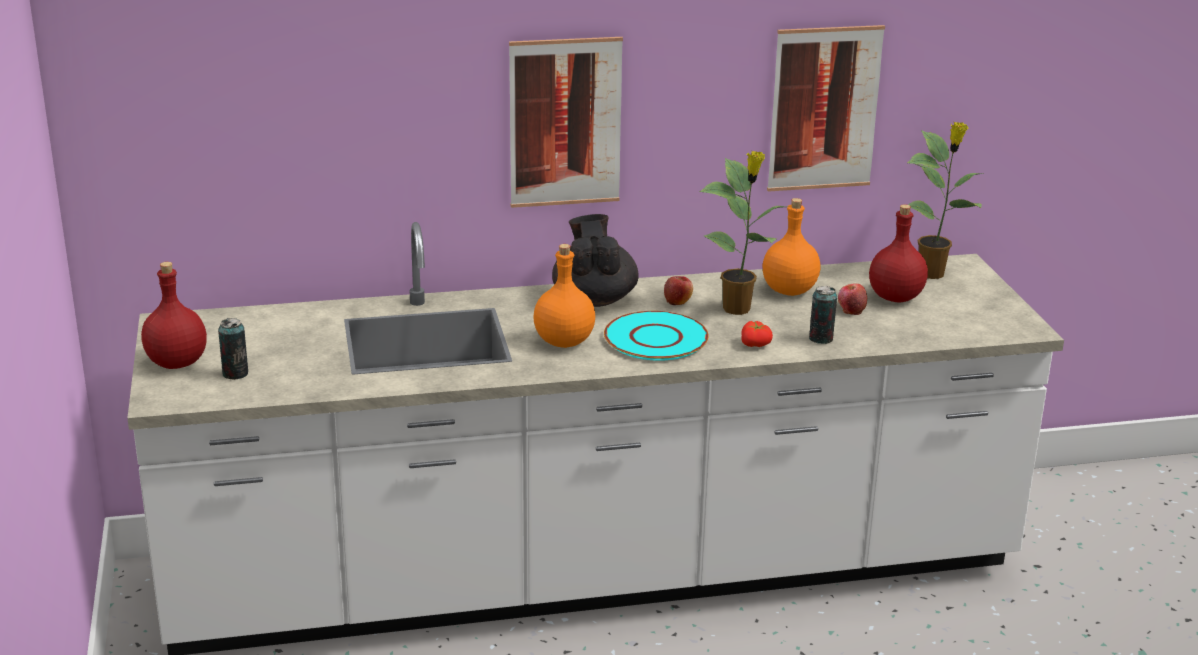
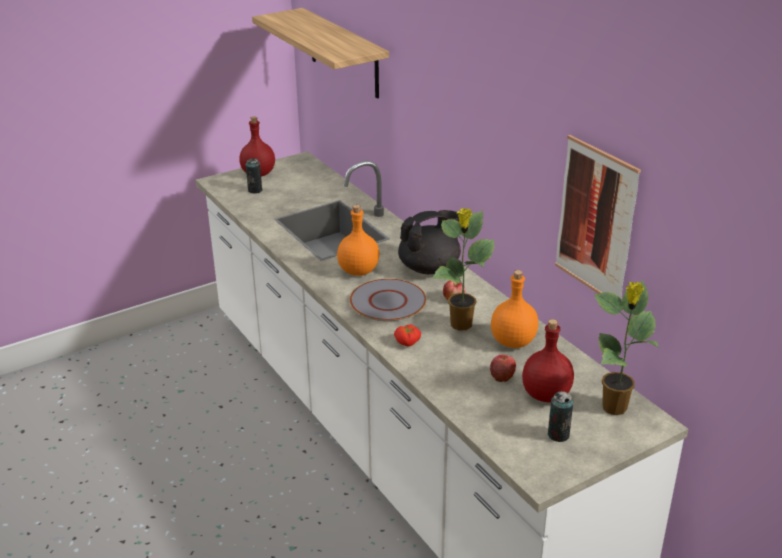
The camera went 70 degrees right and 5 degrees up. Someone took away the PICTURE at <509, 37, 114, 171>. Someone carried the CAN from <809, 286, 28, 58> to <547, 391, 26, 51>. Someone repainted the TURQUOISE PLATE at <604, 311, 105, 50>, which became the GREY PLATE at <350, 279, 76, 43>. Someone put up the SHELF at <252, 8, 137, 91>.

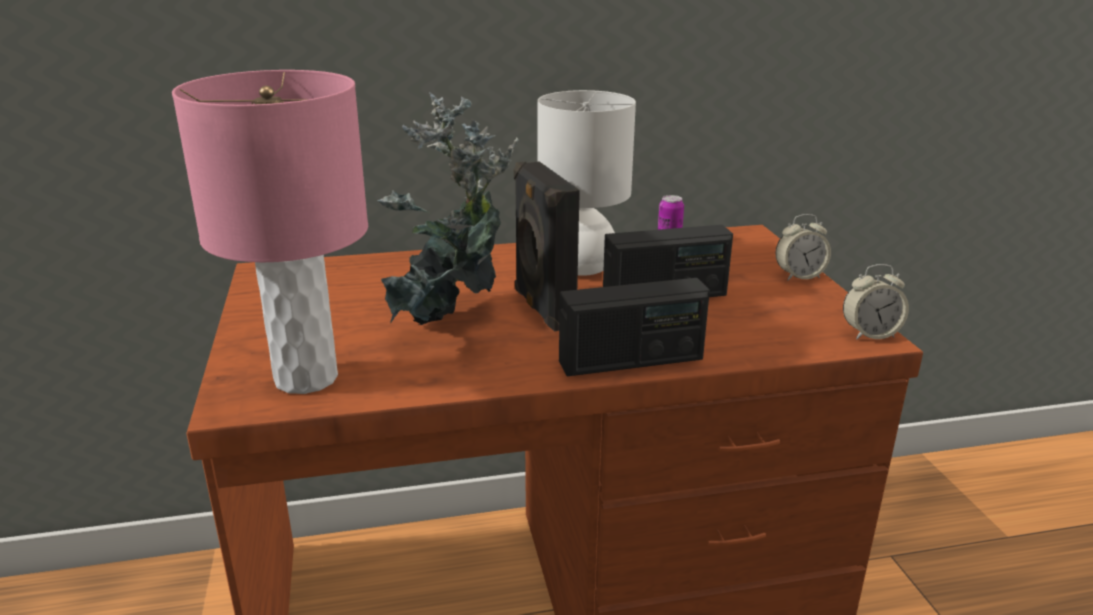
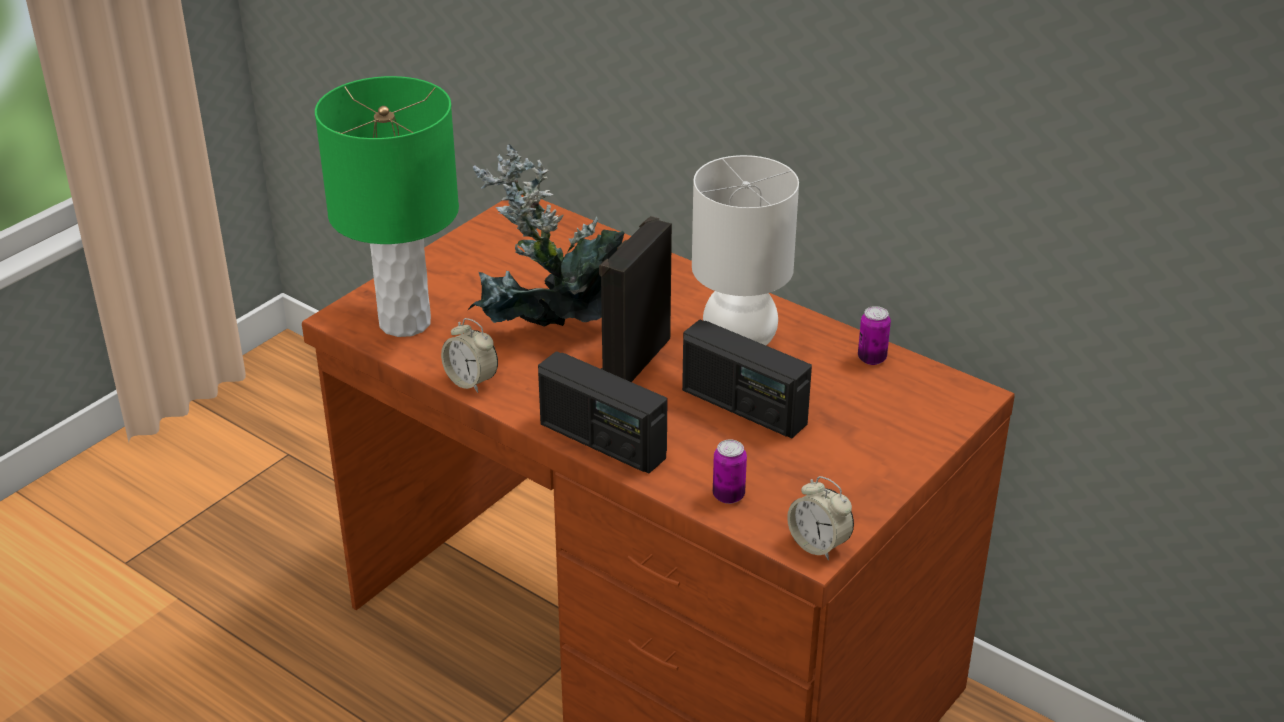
The camera went 50 degrees right and 10 degrees up. Someone repainted the PINK TABLE LAMP at <172, 70, 196, 324>, which became the GREEN TABLE LAMP at <315, 76, 144, 261>. Someone carried the ALARM CLOCK from <775, 214, 56, 66> to <441, 318, 57, 75>. Someone put down the CAN at <713, 440, 34, 64>.

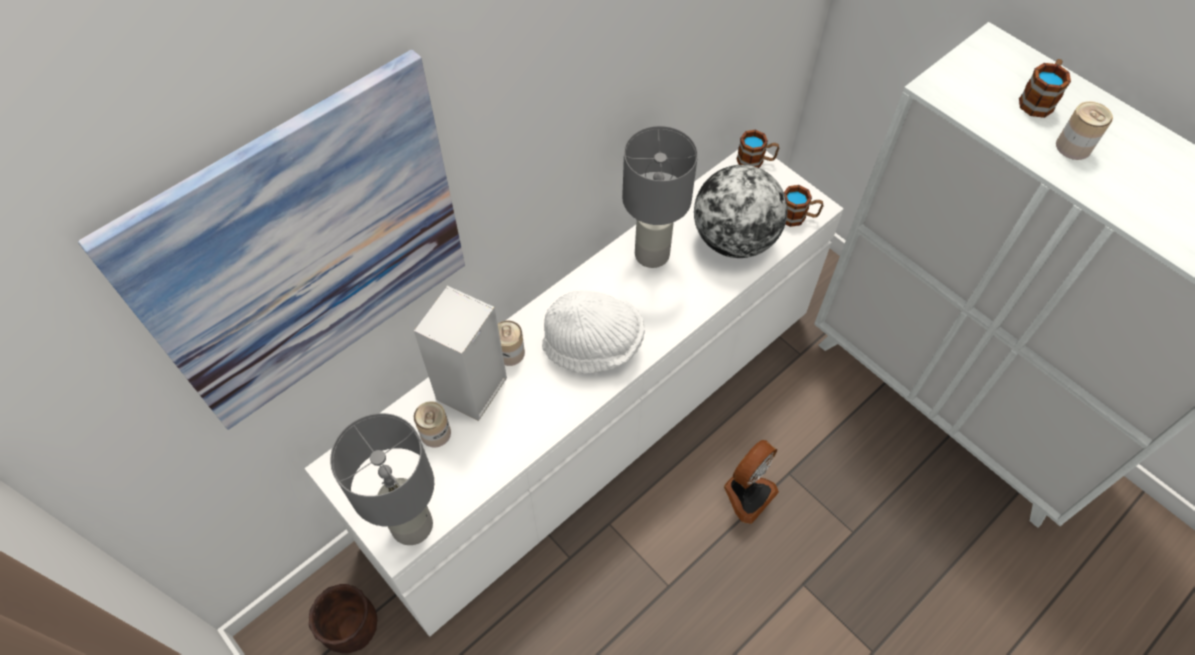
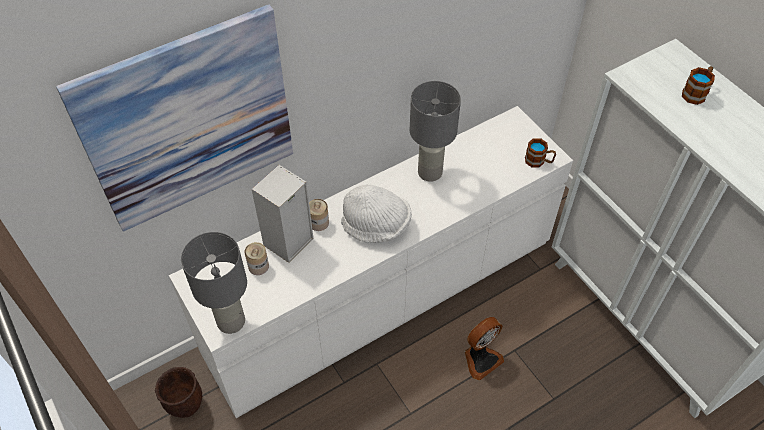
The camera went 10 degrees right and 5 degrees down. Someone took away the CAN at <1056, 101, 57, 59>. Someone took away the MUG at <736, 130, 43, 38>. Someone took away the GLOBE at <694, 165, 94, 93>.

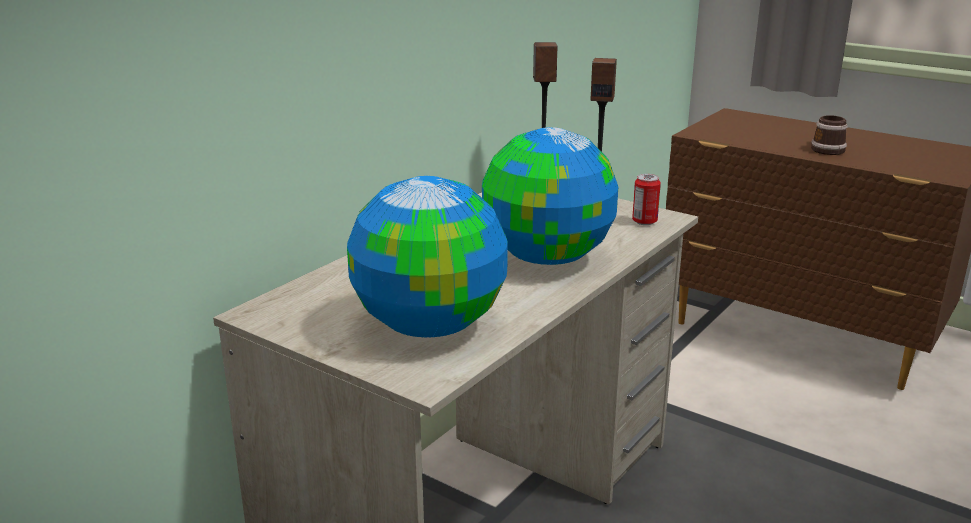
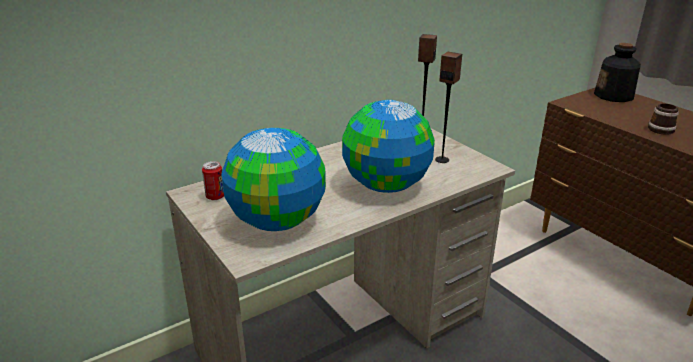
The camera went 20 degrees right and 5 degrees up. Someone carried the CAN from <632, 174, 29, 51> to <202, 161, 22, 39>. Someone put down the BOTTLE at <594, 43, 47, 59>.

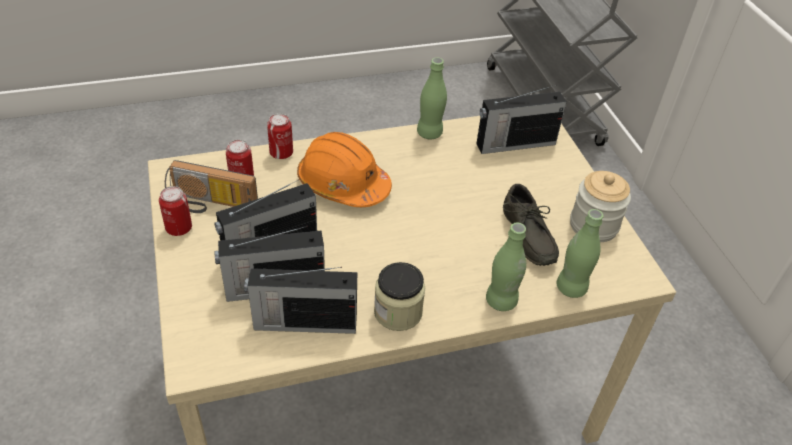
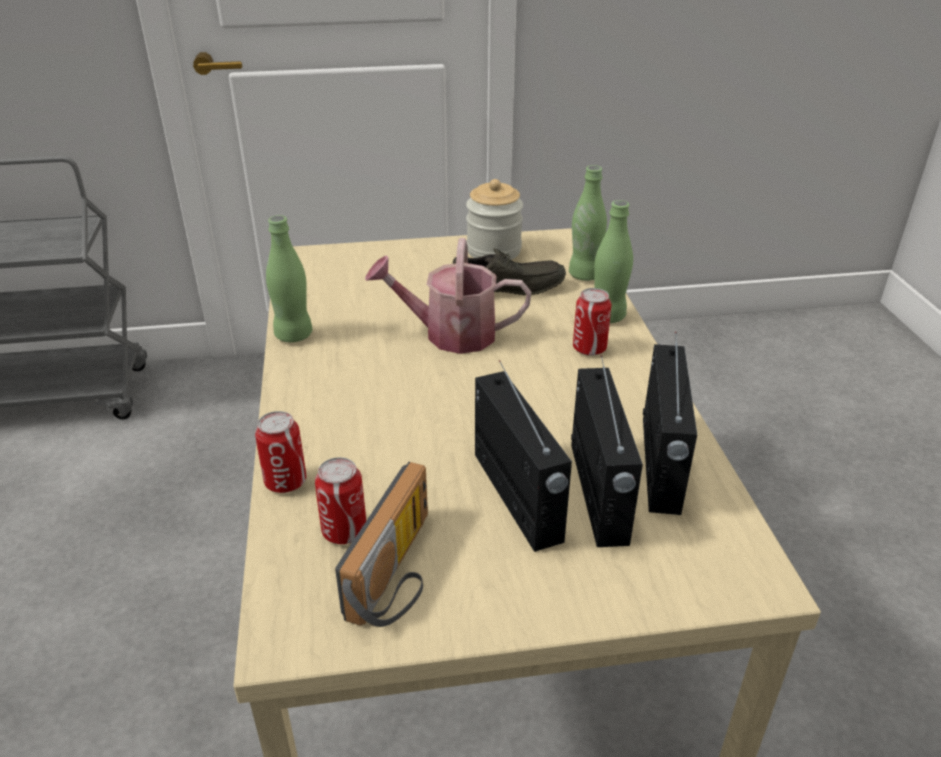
The camera went 80 degrees left and 10 degrees down. Someone took away the RADIO at <476, 85, 91, 69>. Someone took away the ORANGE HARD HAT at <297, 132, 95, 75>. Someone carried the CAN from <159, 186, 33, 50> to <573, 288, 38, 68>. Someone took away the JAR at <374, 262, 51, 69>. Someone put down the WATERING CAN at <365, 238, 166, 116>.

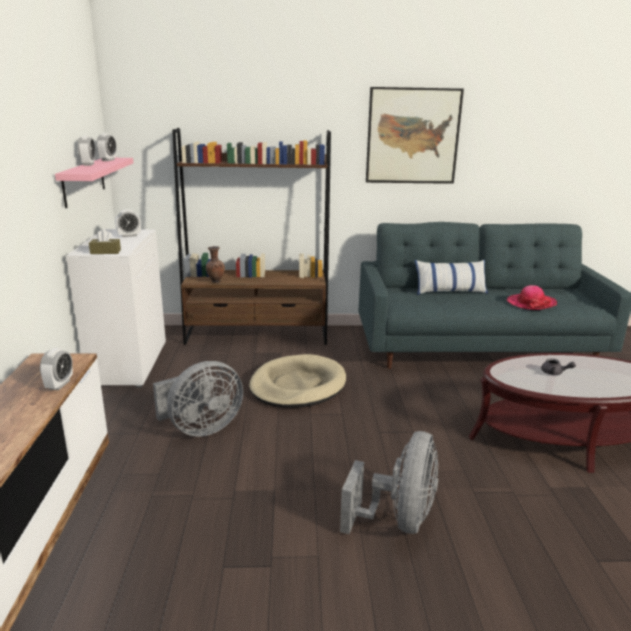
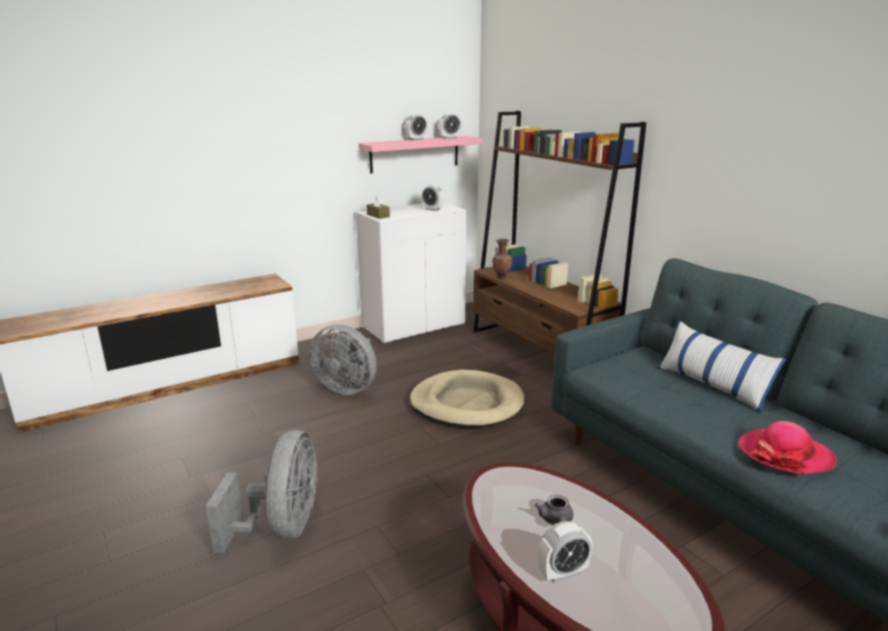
The camera went 60 degrees right and 0 degrees up. Someone took away the PICTURE at <366, 87, 98, 97>. Someone carried the ALARM CLOCK from <40, 348, 33, 42> to <538, 521, 55, 62>. Someone rotated the GREY FAN at <340, 431, 98, 103> by 75 degrees counterclockwise.

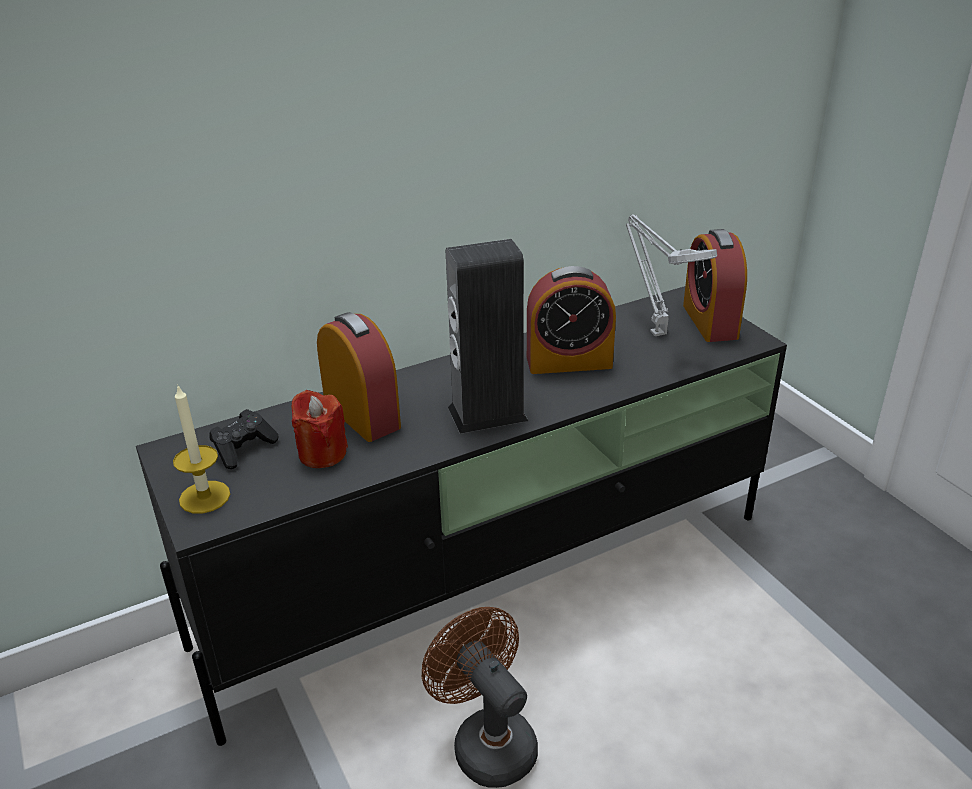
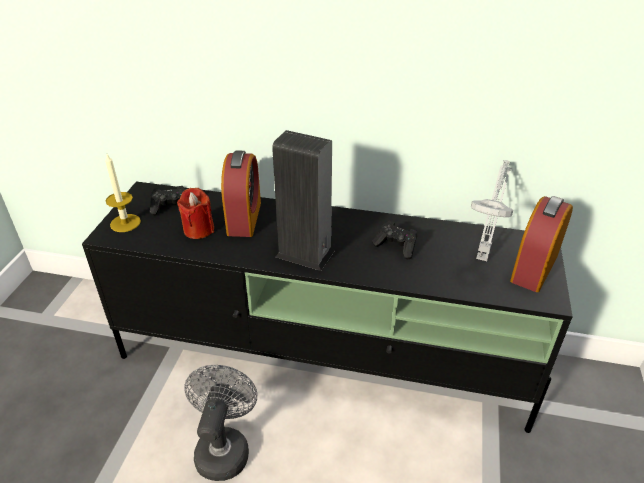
The camera went 40 degrees right and 5 degrees up. Someone swapped the ALARM CLOCK at <527, 266, 89, 108> for the BLACK GAME CONTROLLER at <372, 221, 45, 38>. Someone repainted the BROWN FAN at <422, 607, 116, 181>, which became the GREY FAN at <184, 365, 73, 116>.

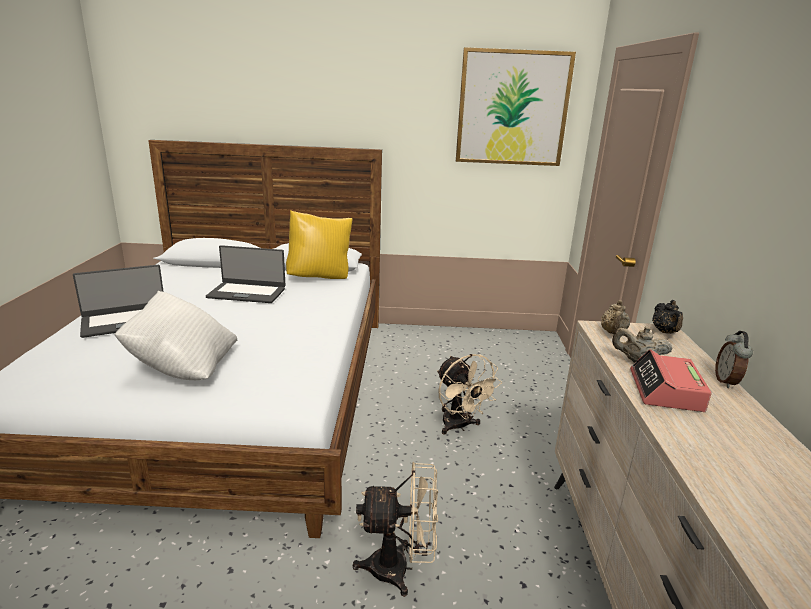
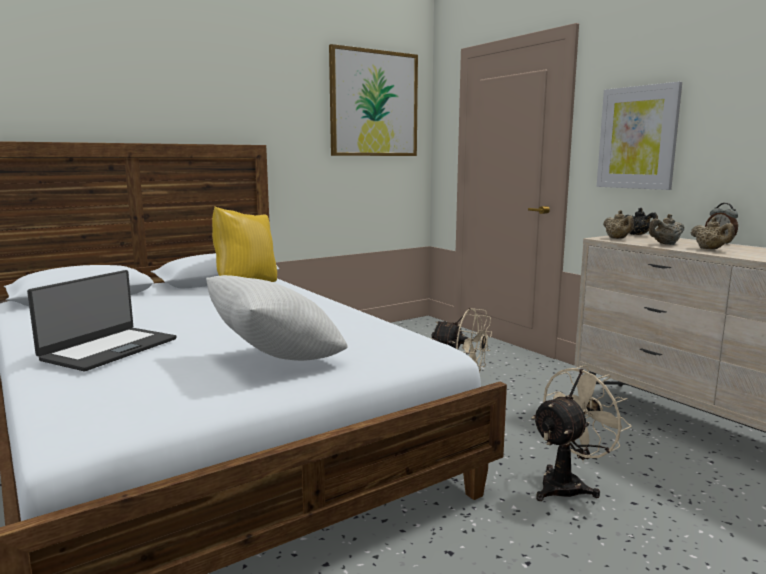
The camera went 35 degrees left and 10 degrees down. Someone took away the LAPTOP at <206, 245, 80, 58>. Someone swapped the ALARM CLOCK at <630, 349, 82, 63> for the BEIGE TEAPOT at <691, 217, 44, 32>. Someone put up the PICTURE at <597, 81, 85, 109>.

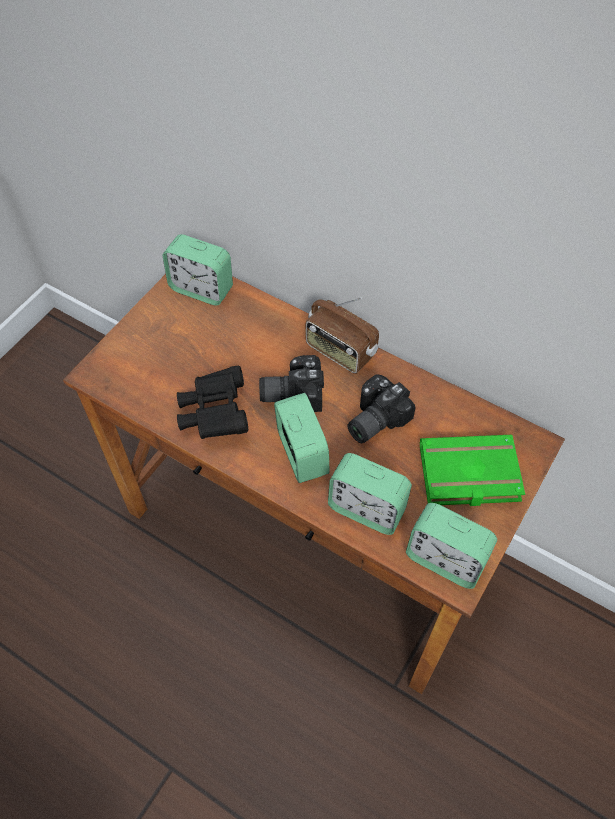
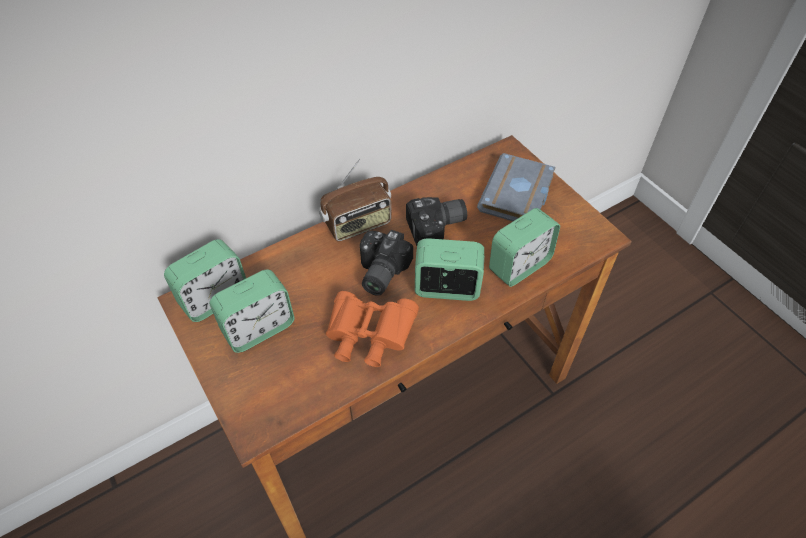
The camera went 65 degrees left and 5 degrees down. Someone repainted the BLACK BINOCULARS at <177, 365, 71, 74>, which became the ORANGE BINOCULARS at <326, 291, 93, 76>. Someone rotated the PHOTO CAMERA at <347, 374, 69, 69> by 90 degrees counterclockwise. Someone repainted the GREEN BOOK at <420, 435, 105, 71>, which became the GREY BOOK at <477, 153, 79, 68>. Someone carried the ALARM CLOCK from <406, 503, 91, 86> to <210, 270, 84, 83>.

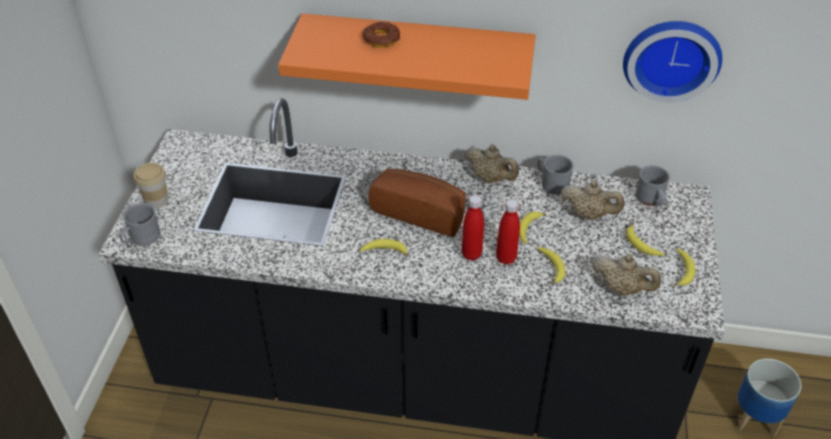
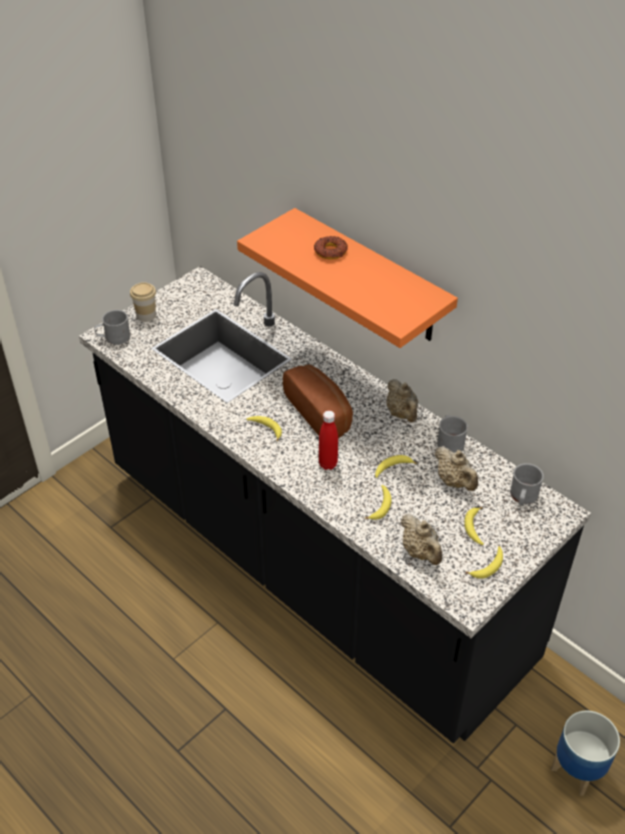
The camera went 35 degrees right and 0 degrees up. Someone took away the WALL CLOCK at <623, 21, 99, 82>. Someone took away the RED BOTTLE at <496, 199, 24, 66>.

